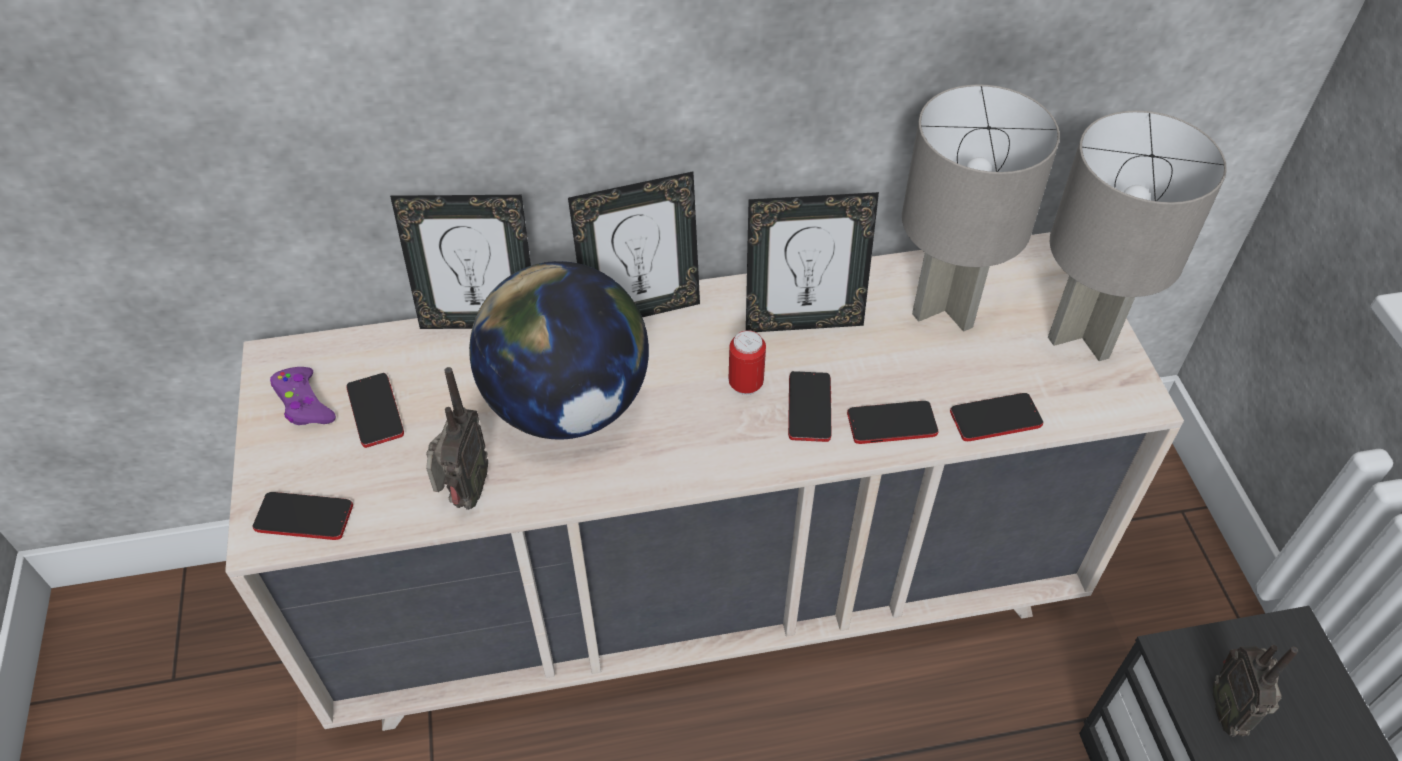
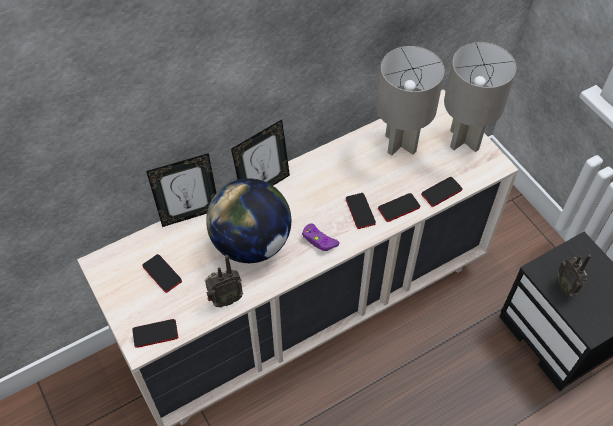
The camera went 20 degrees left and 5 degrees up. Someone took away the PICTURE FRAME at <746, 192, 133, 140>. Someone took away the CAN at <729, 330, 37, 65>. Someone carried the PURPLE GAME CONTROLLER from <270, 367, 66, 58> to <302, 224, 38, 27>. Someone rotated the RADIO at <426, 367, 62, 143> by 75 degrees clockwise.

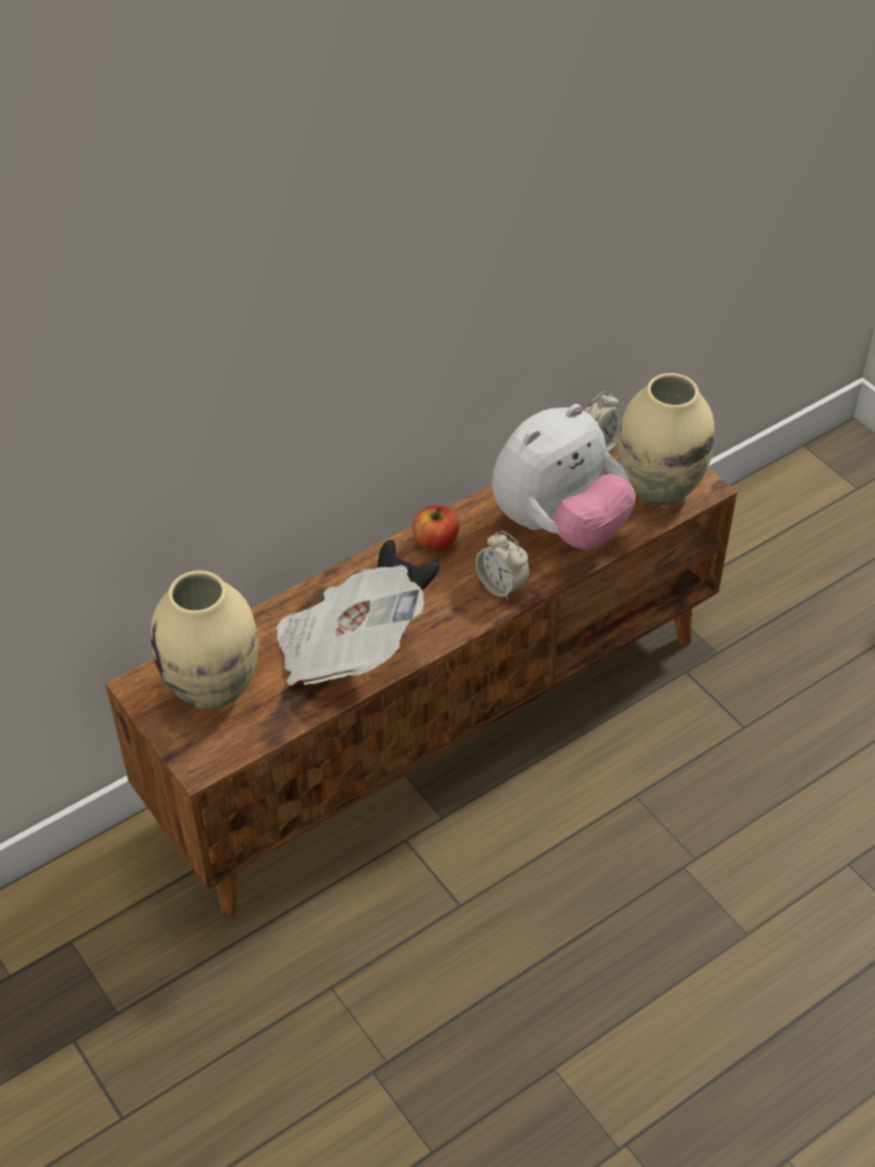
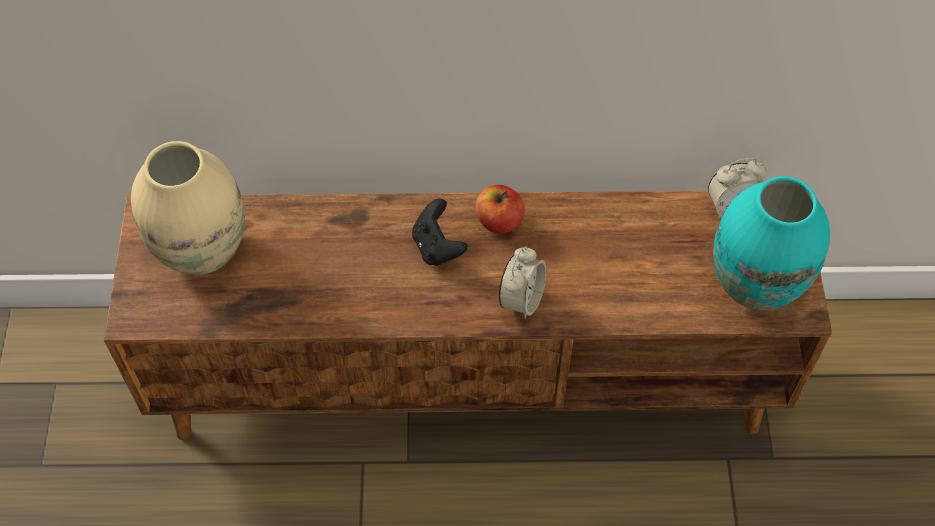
The camera went 35 degrees right and 10 degrees up. Someone repainted the BEIGE VASE at <618, 373, 97, 132>, which became the TURQUOISE VASE at <713, 176, 117, 134>. Someone took away the PLUSH TOY at <492, 404, 144, 145>. Someone rotated the ALARM CLOCK at <475, 531, 56, 69> by 150 degrees counterclockwise. Someone took away the NEWSPAPER at <276, 565, 148, 120>.

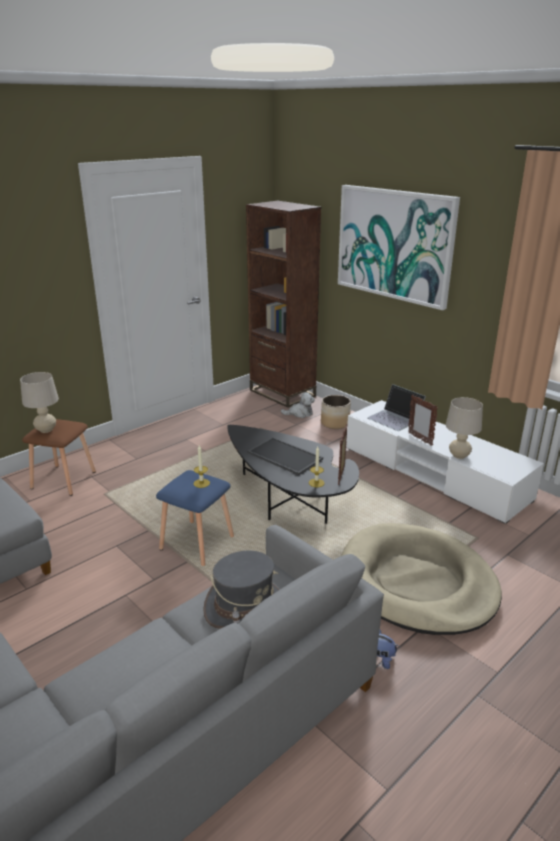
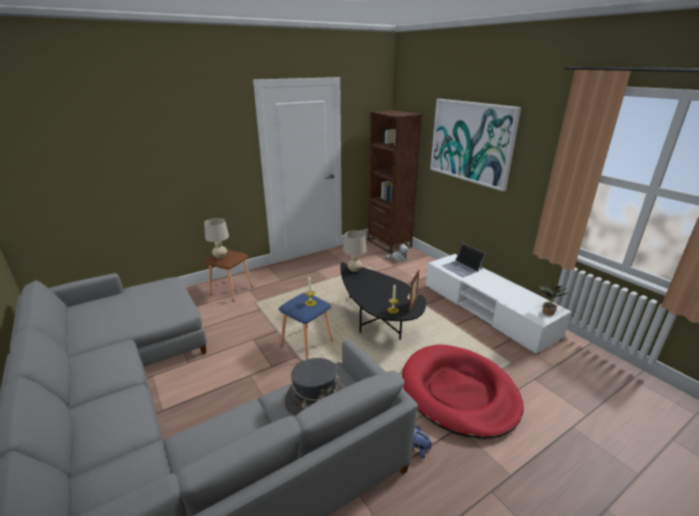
The camera went 10 degrees right and 0 degrees up. Someone took away the PLANTER at <321, 395, 30, 34>. Someone took away the PICTURE FRAME at <408, 395, 30, 51>. Someone carried the BEIGE TABLE LAMP from <446, 397, 37, 62> to <343, 231, 23, 41>. Someone took away the TRAY at <247, 437, 76, 38>. Someone repainted the BEIGE DOG BED at <341, 523, 161, 112>, which became the RED DOG BED at <402, 344, 122, 95>. Someone put down the POTTED PLANT at <538, 283, 31, 33>.

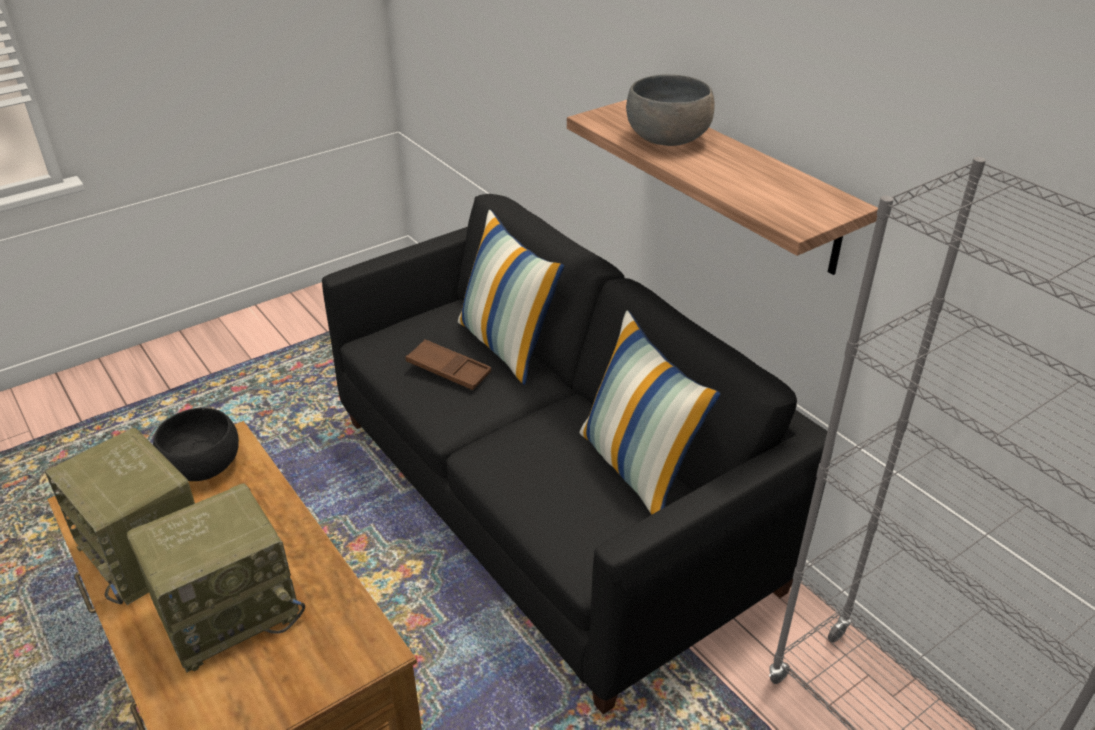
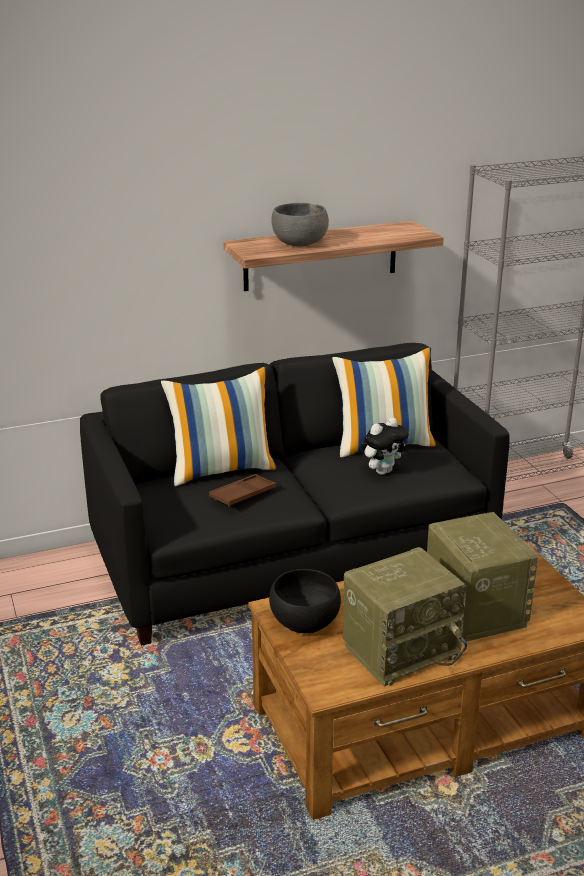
The camera went 75 degrees left and 10 degrees down. Someone put down the PLUSH TOY at <361, 417, 47, 58>.

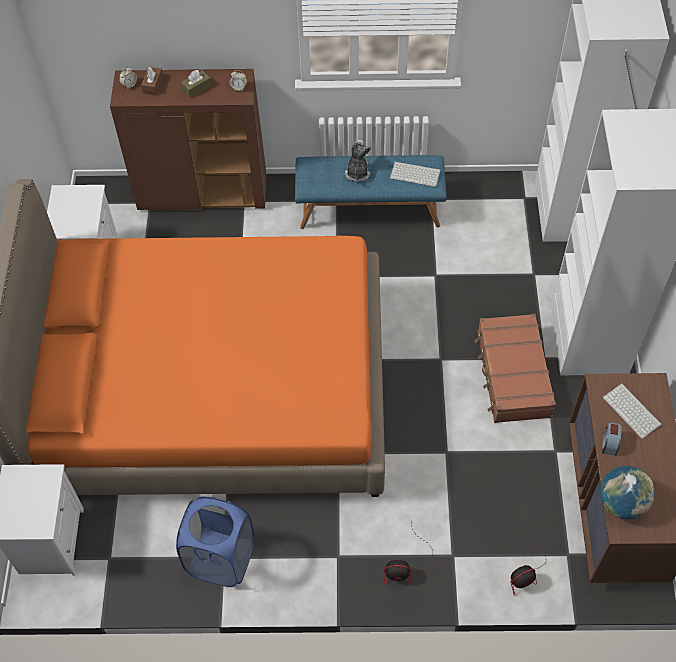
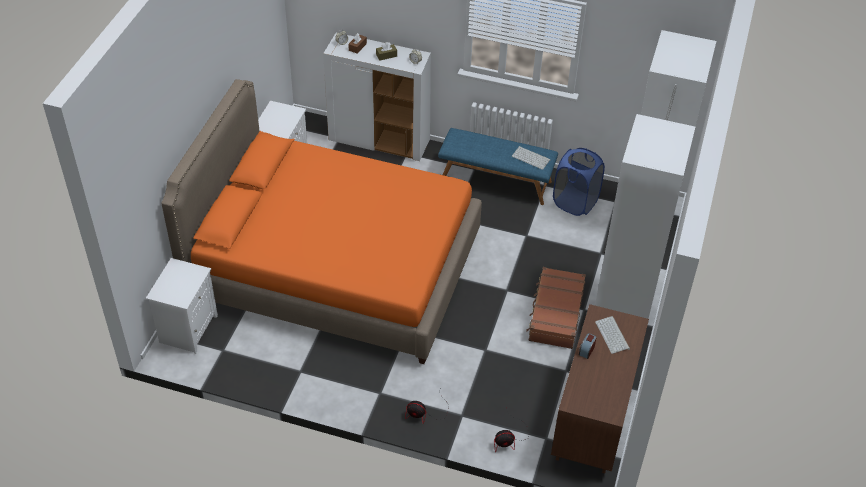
The camera went 15 degrees right and 10 degrees down. Someone repainted the BROWN CABINET at <110, 69, 157, 141>, which became the WHITE CABINET at <323, 33, 108, 128>. Someone took away the PLUSH TOY at <345, 140, 26, 42>. Someone took away the GLOBE at <600, 466, 55, 53>. Someone carried the BLUE LAUNDRY BASKET from <176, 497, 78, 90> to <553, 148, 52, 68>.

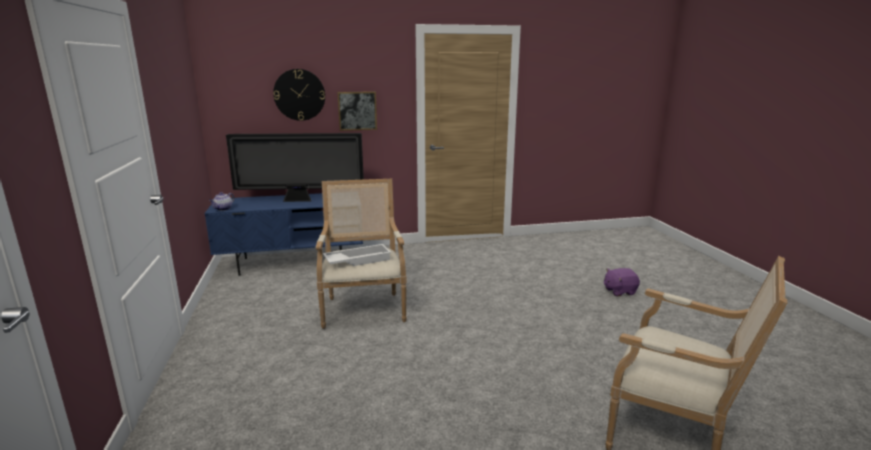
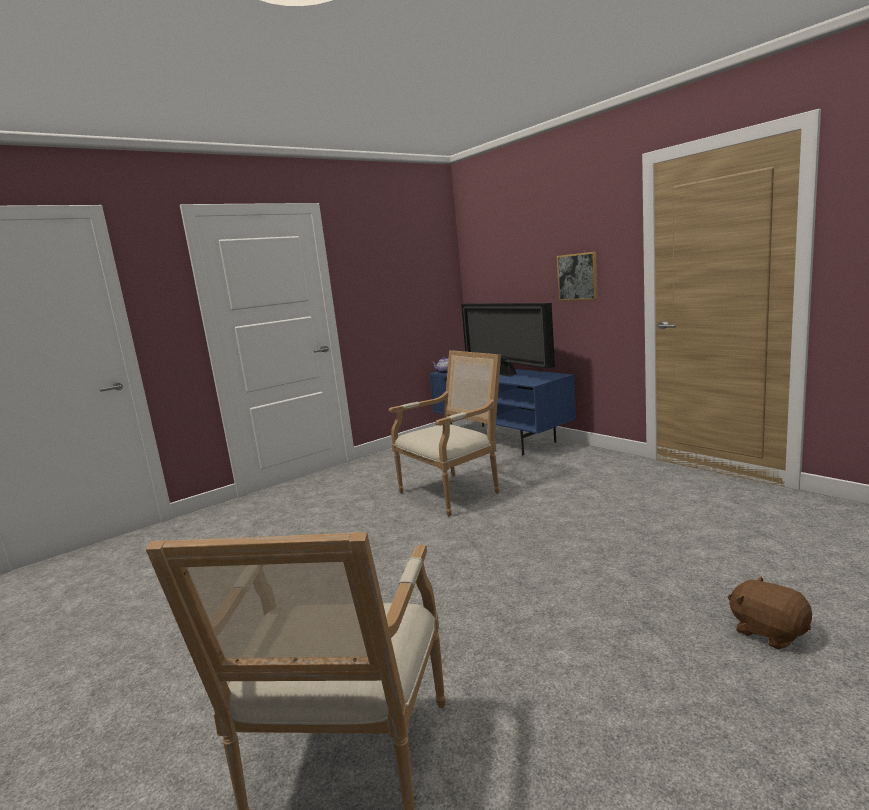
The camera went 65 degrees right and 5 degrees down. Someone took away the WALL CLOCK at <273, 69, 52, 52>. Someone took away the WHITE TRAY at <323, 244, 68, 22>. Someone repainted the PURPLE PLUSH TOY at <604, 268, 36, 28>, which became the BROWN PLUSH TOY at <728, 576, 84, 73>.

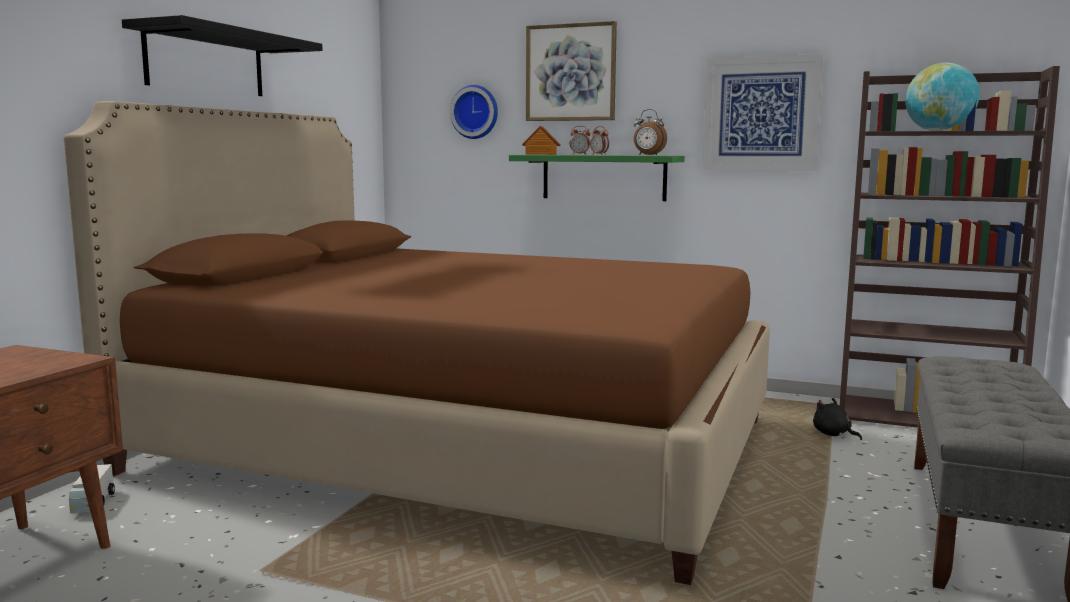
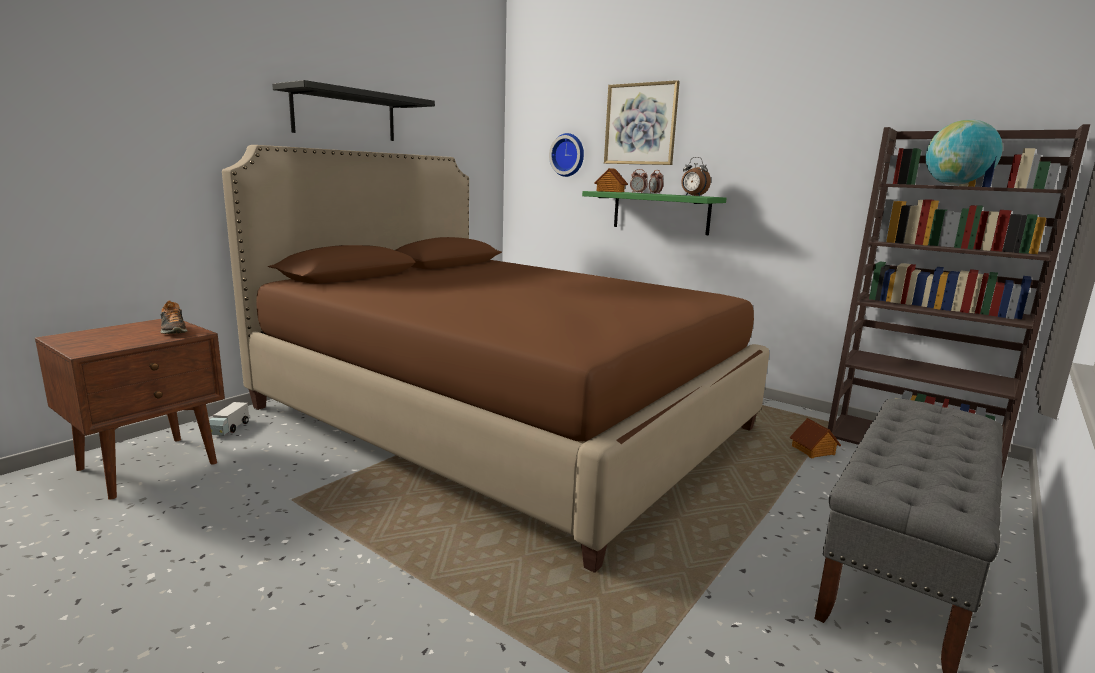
The camera went 15 degrees right and 5 degrees up. Someone took away the PICTURE at <703, 54, 121, 117>. Someone swapped the BLACK PLUSH TOY at <813, 398, 49, 42> for the TOY HOUSE at <790, 418, 51, 40>. Someone put down the SHOE at <161, 300, 26, 34>.

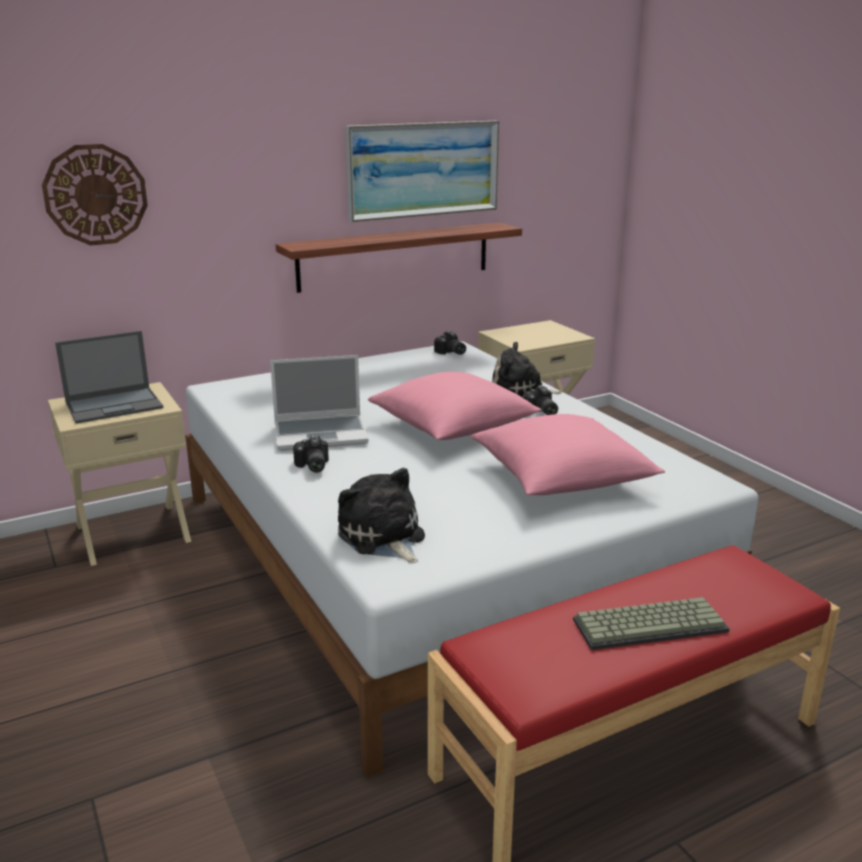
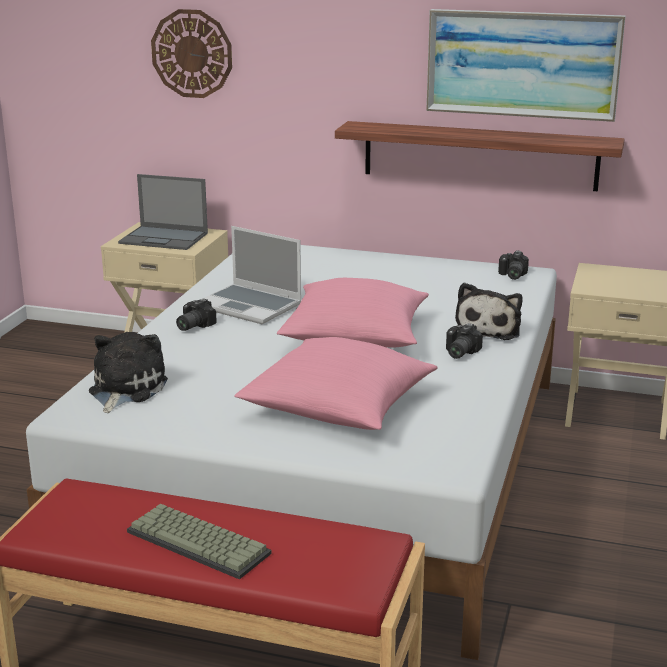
The camera went 45 degrees right and 0 degrees up. Someone rotated the PLUSH TOY at <492, 342, 70, 55> by 135 degrees counterclockwise.

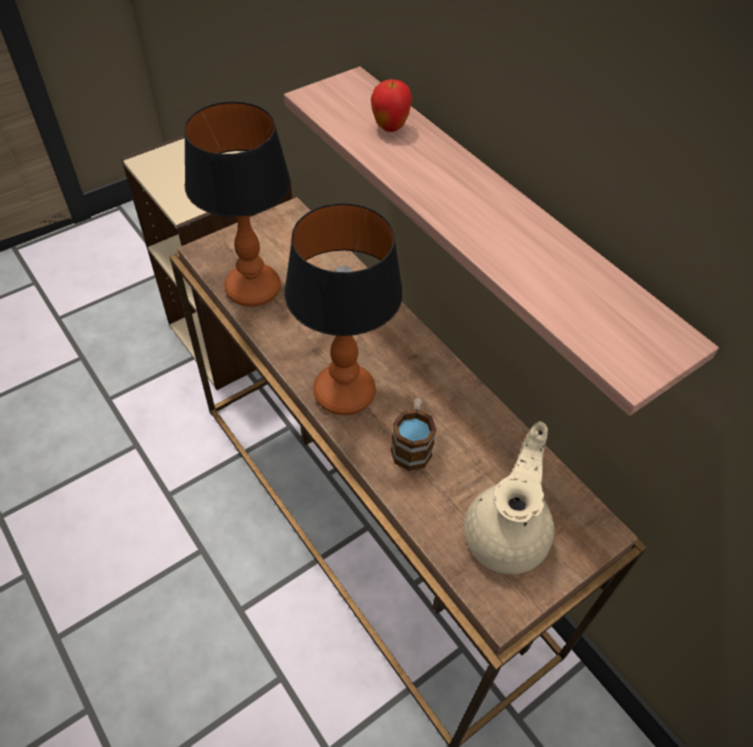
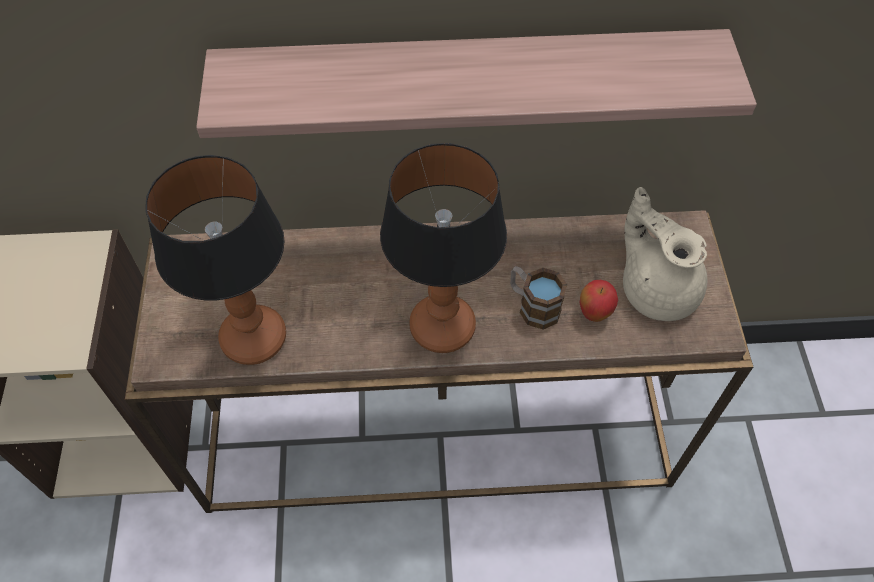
The camera went 55 degrees left and 5 degrees up. Someone carried the APPLE from <371, 79, 41, 53> to <580, 280, 38, 42>.

